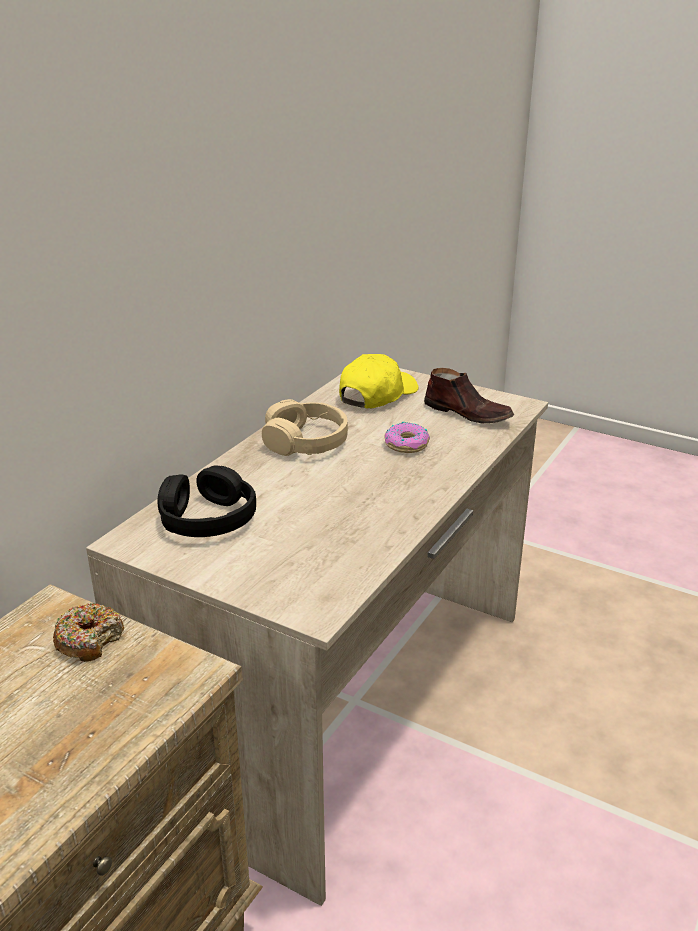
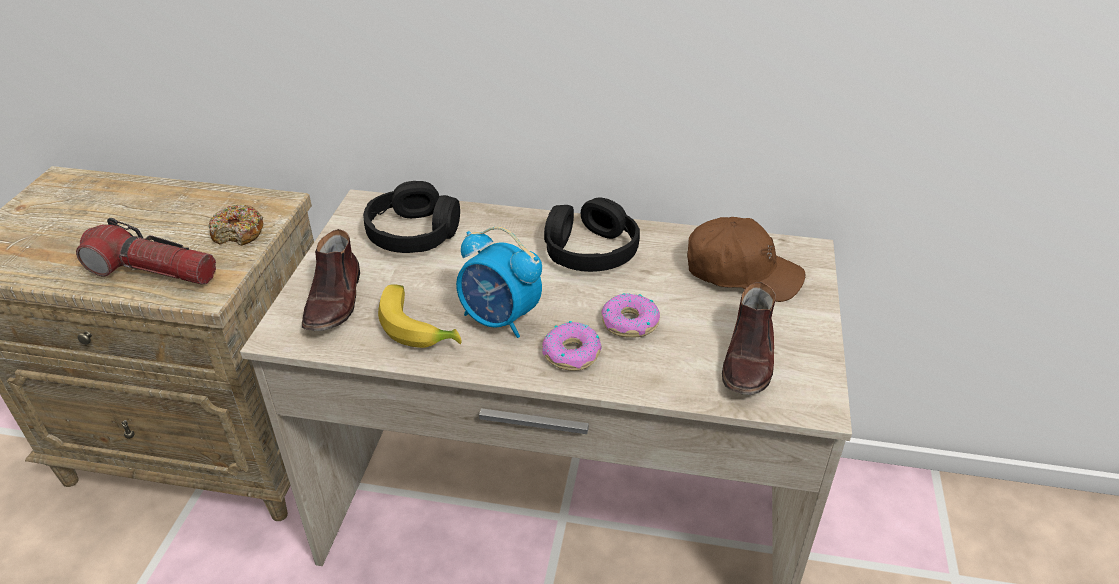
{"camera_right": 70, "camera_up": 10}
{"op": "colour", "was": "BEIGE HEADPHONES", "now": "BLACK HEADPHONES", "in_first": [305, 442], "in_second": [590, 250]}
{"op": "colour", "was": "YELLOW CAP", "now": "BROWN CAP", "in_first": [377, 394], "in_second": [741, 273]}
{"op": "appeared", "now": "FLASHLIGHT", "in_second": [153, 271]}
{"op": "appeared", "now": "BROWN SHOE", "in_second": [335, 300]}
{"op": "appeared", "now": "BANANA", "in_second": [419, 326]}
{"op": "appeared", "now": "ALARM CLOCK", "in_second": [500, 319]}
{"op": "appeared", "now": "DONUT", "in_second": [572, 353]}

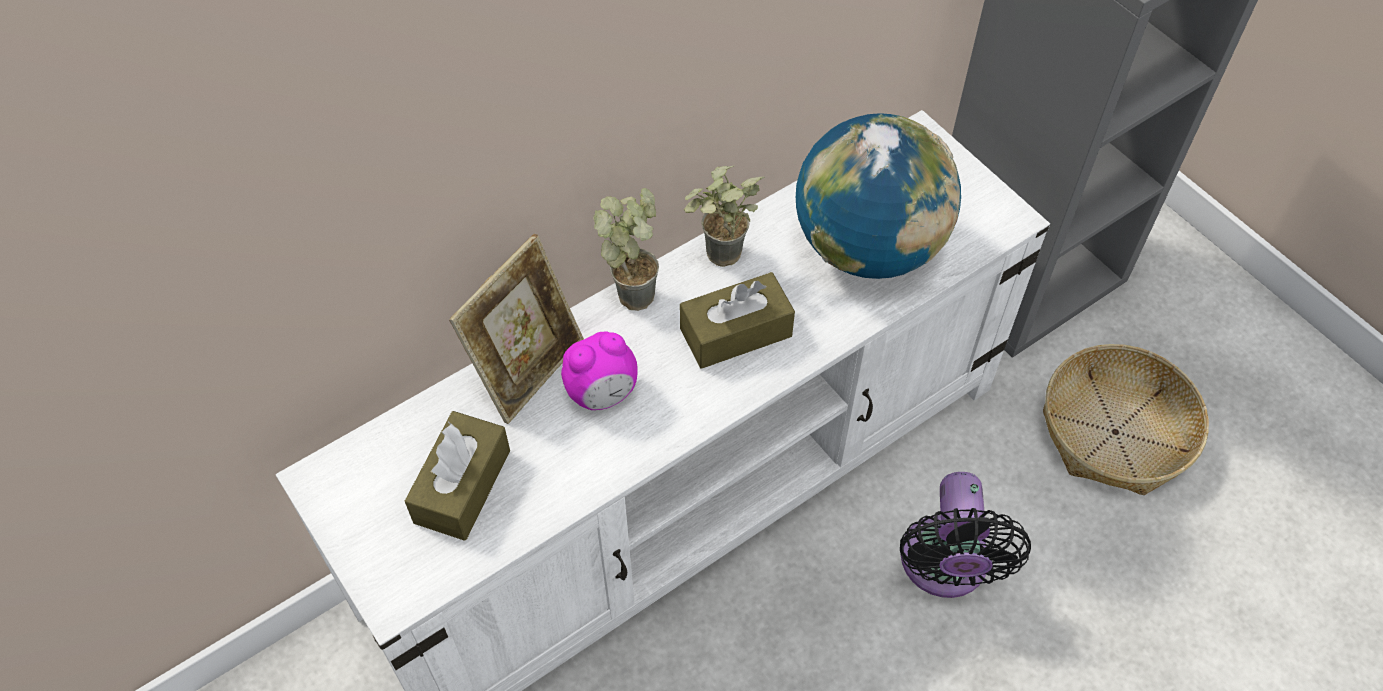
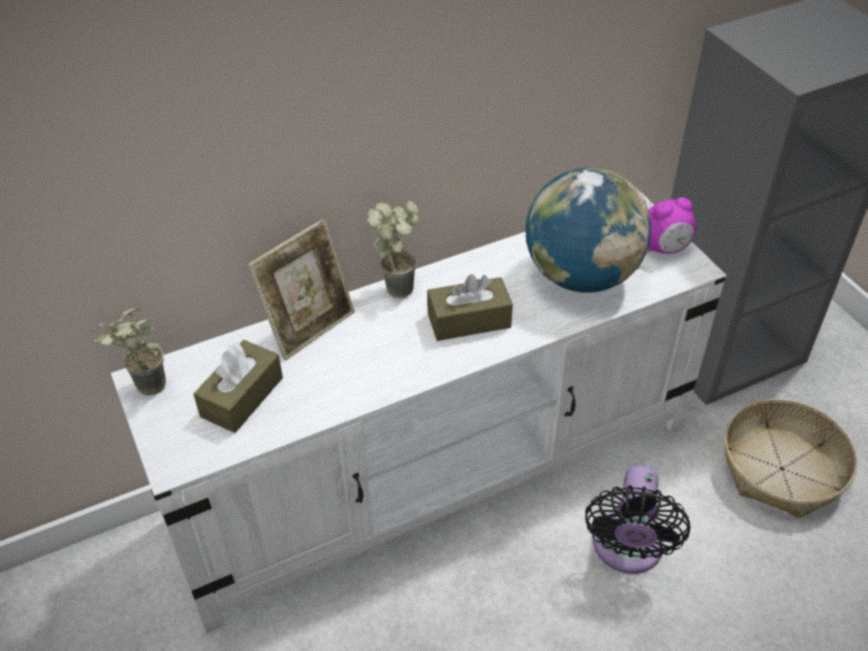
{"camera_right": 10, "camera_up": -10}
{"op": "relocated", "was": "ALARM CLOCK", "in_first": [602, 393], "in_second": [665, 248]}
{"op": "relocated", "was": "POTTED PLANT", "in_first": [718, 262], "in_second": [144, 391]}

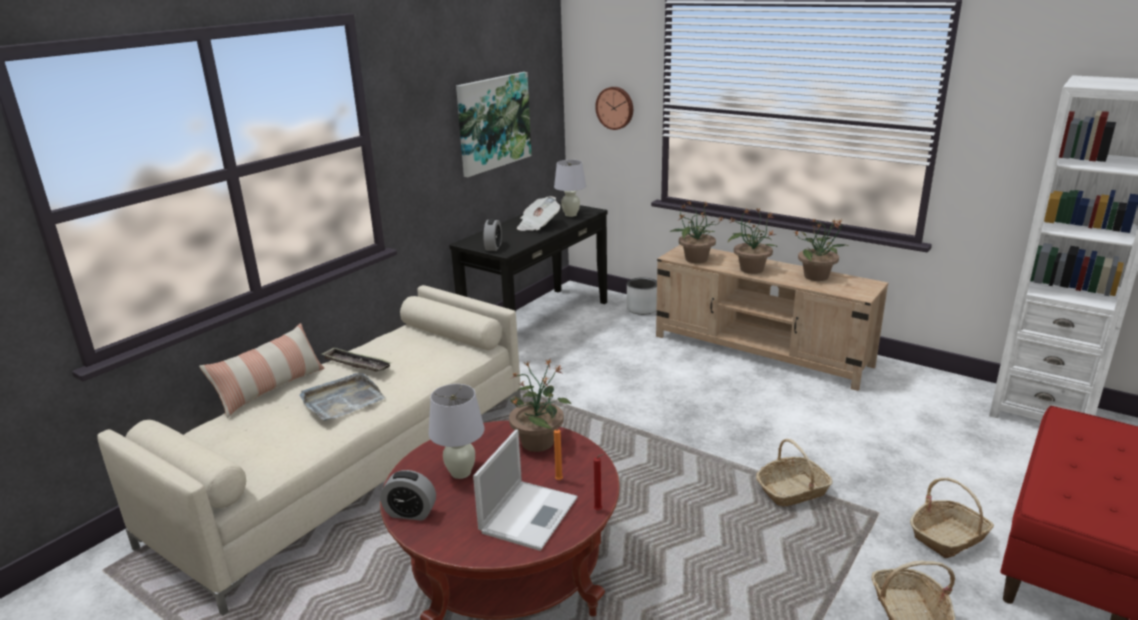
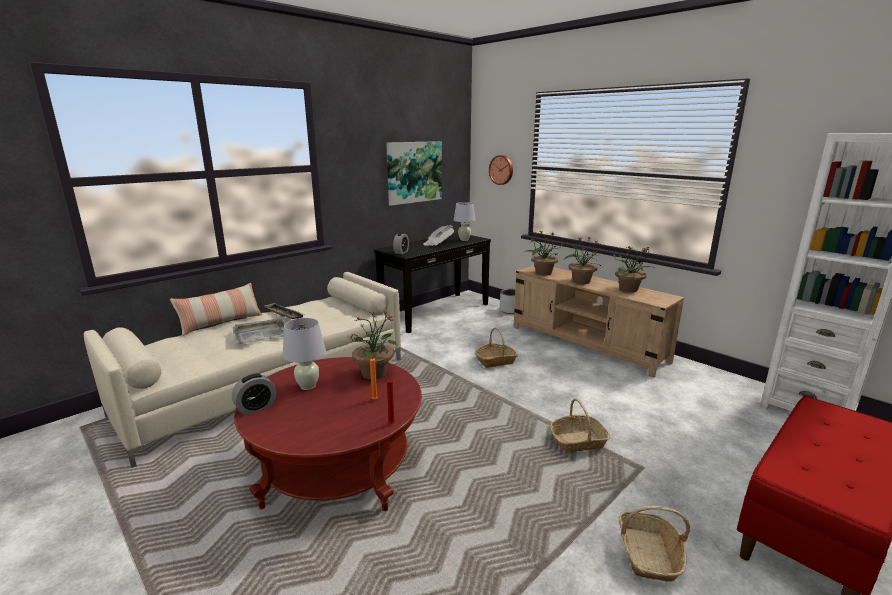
{"camera_right": 10, "camera_up": -5}
{"op": "spun", "was": "ALARM CLOCK", "in_first": [410, 513], "in_second": [256, 407], "clockwise": -60}
{"op": "missing", "was": "LAPTOP", "in_first": [529, 514]}
{"op": "relocated", "was": "BASKET", "in_first": [948, 537], "in_second": [496, 361]}

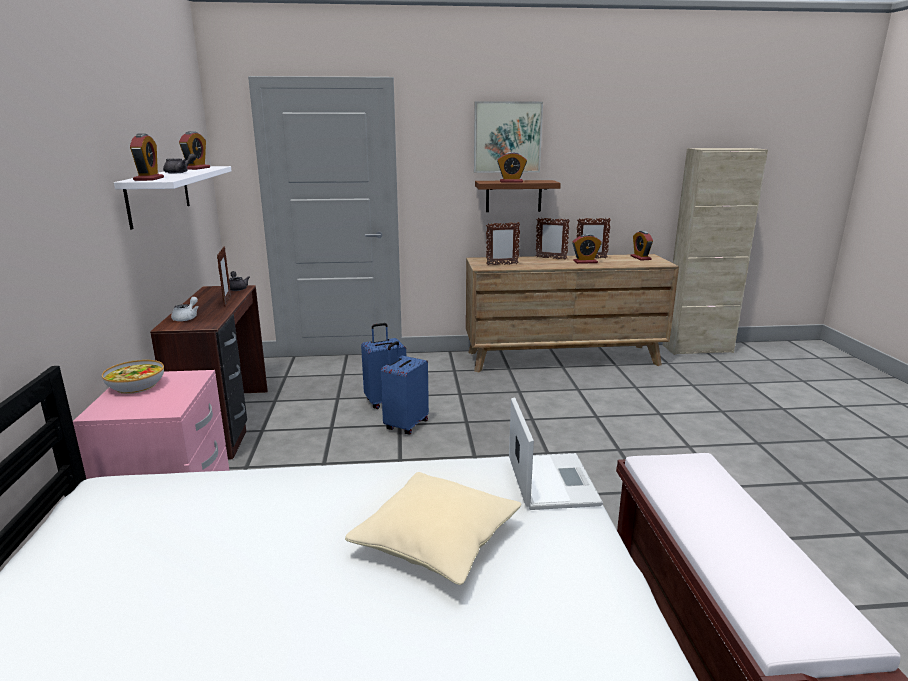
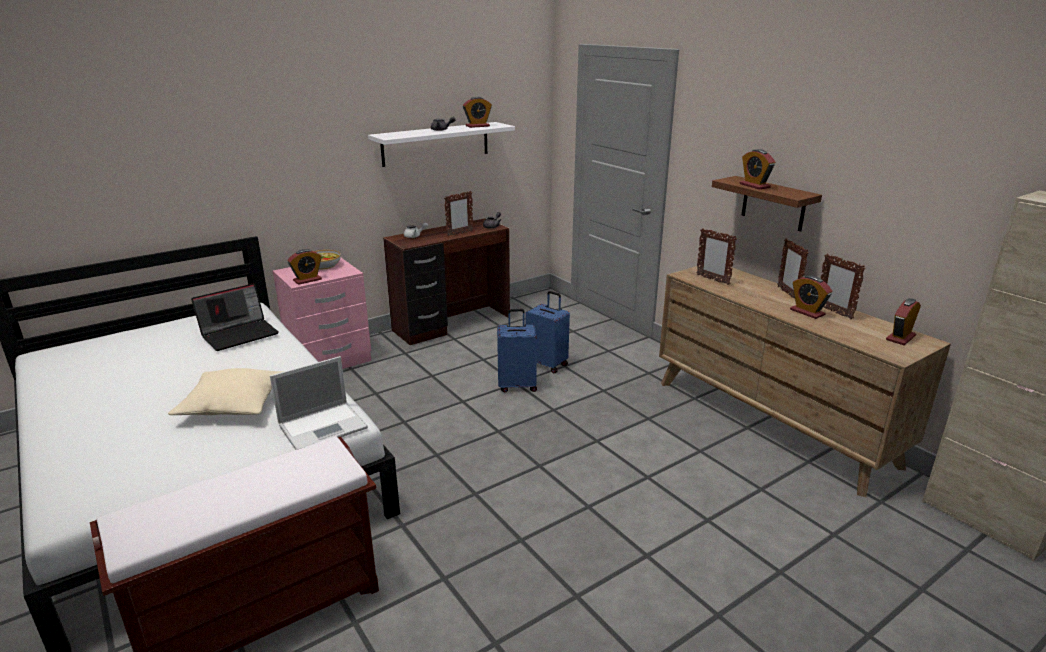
{"camera_right": 60, "camera_up": 5}
{"op": "relocated", "was": "ALARM CLOCK", "in_first": [149, 179], "in_second": [307, 280]}
{"op": "missing", "was": "PICTURE", "in_first": [507, 137]}
{"op": "appeared", "now": "LAPTOP", "in_second": [240, 334]}

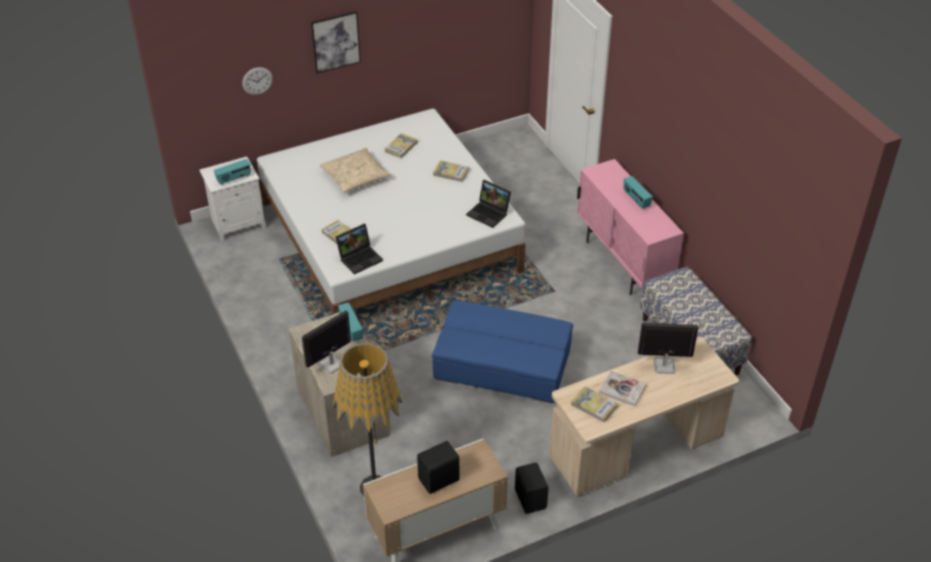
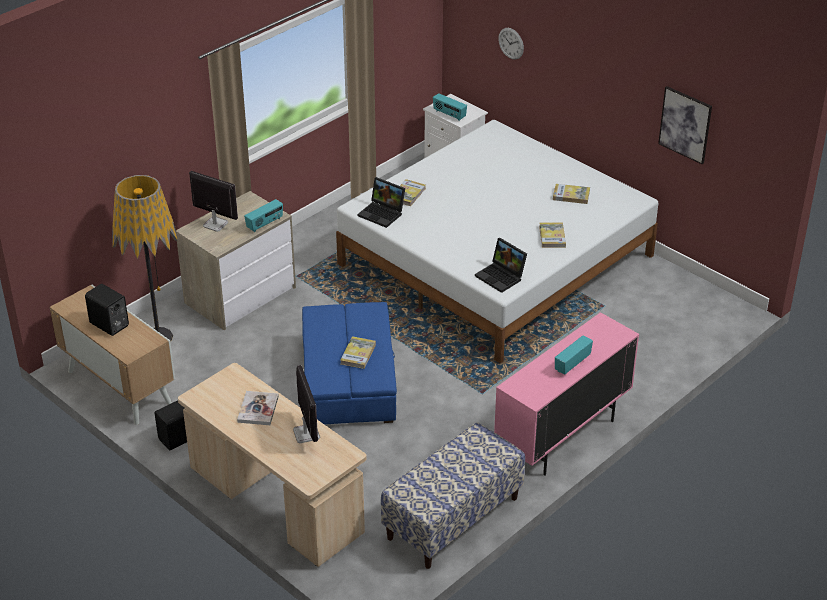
{"camera_right": 70, "camera_up": -5}
{"op": "relocated", "was": "PICTURE", "in_first": [335, 41], "in_second": [685, 124]}
{"op": "missing", "was": "BEIGE PILLOW", "in_first": [355, 176]}
{"op": "spun", "was": "LAPTOP", "in_first": [489, 213], "in_second": [501, 277], "clockwise": -60}
{"op": "relocated", "was": "BOOK", "in_first": [594, 406], "in_second": [358, 354]}

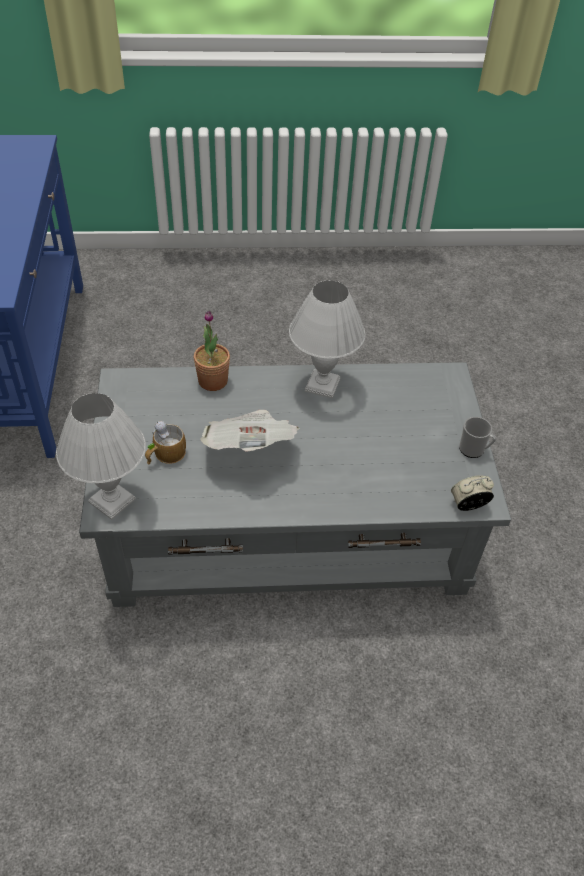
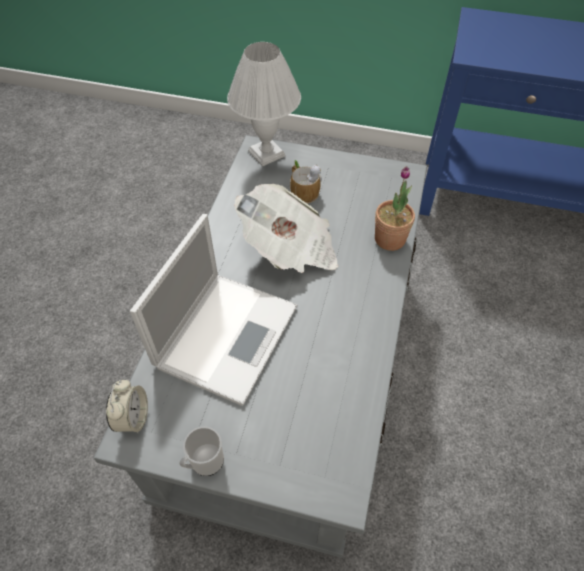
{"camera_right": 110, "camera_up": 5}
{"op": "missing", "was": "WHITE TABLE LAMP", "in_first": [323, 385]}
{"op": "appeared", "now": "LAPTOP", "in_second": [228, 333]}

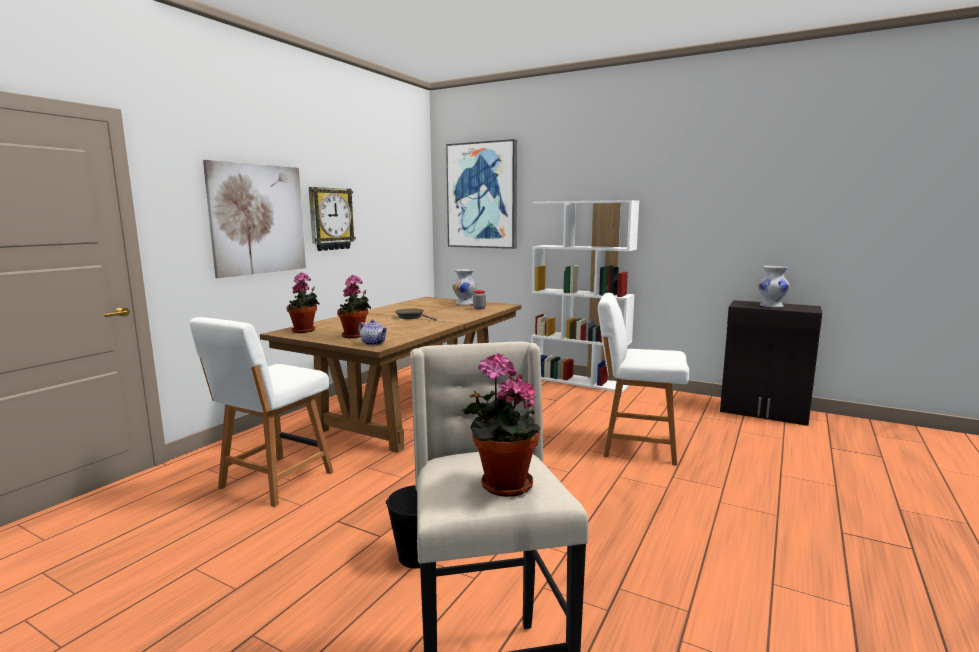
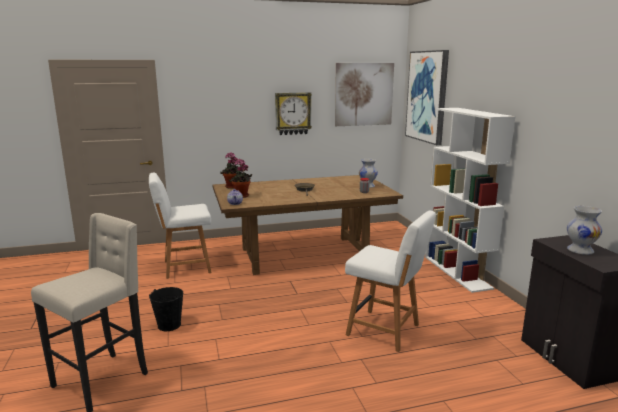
{"camera_right": 45, "camera_up": 5}
{"op": "relocated", "was": "PICTURE", "in_first": [258, 219], "in_second": [364, 94]}
{"op": "missing", "was": "POTTED PLANT", "in_first": [501, 485]}
{"op": "spun", "was": "WHITE CHAIR", "in_first": [636, 446], "in_second": [385, 331], "clockwise": 150}

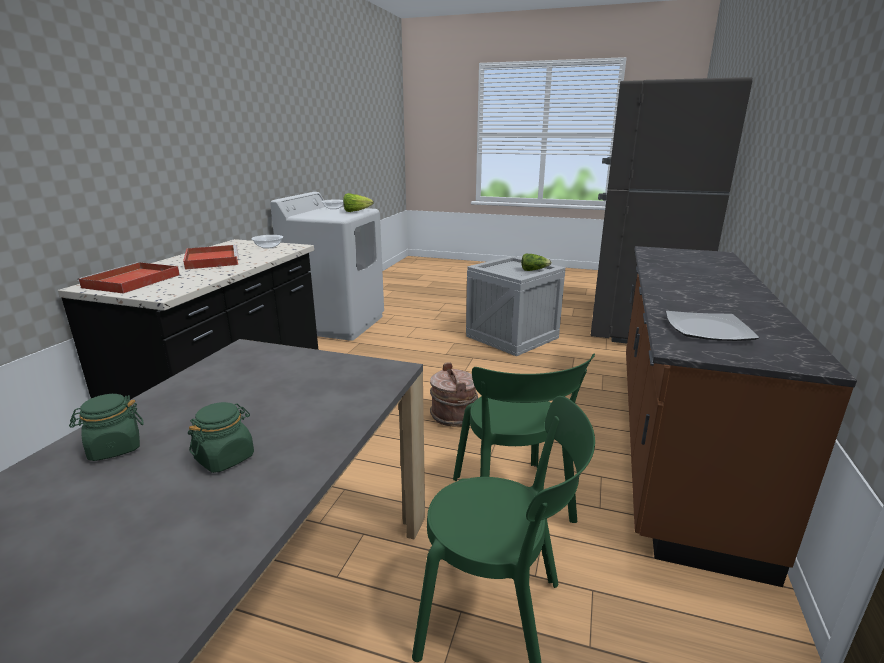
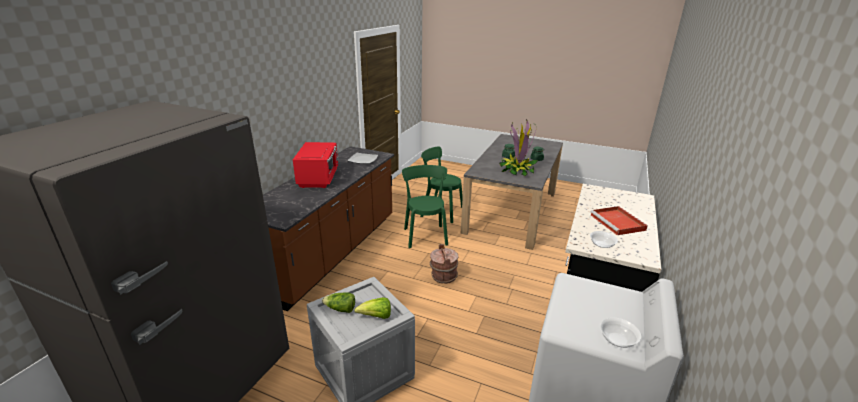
{"camera_right": -175, "camera_up": 5}
{"op": "missing", "was": "RED TRAY", "in_first": [131, 281]}
{"op": "relocated", "was": "LETTUCE", "in_first": [356, 211], "in_second": [376, 316]}
{"op": "appeared", "now": "RED MICROWAVE", "in_second": [319, 178]}
{"op": "appeared", "now": "POTTED PLANT", "in_second": [517, 170]}

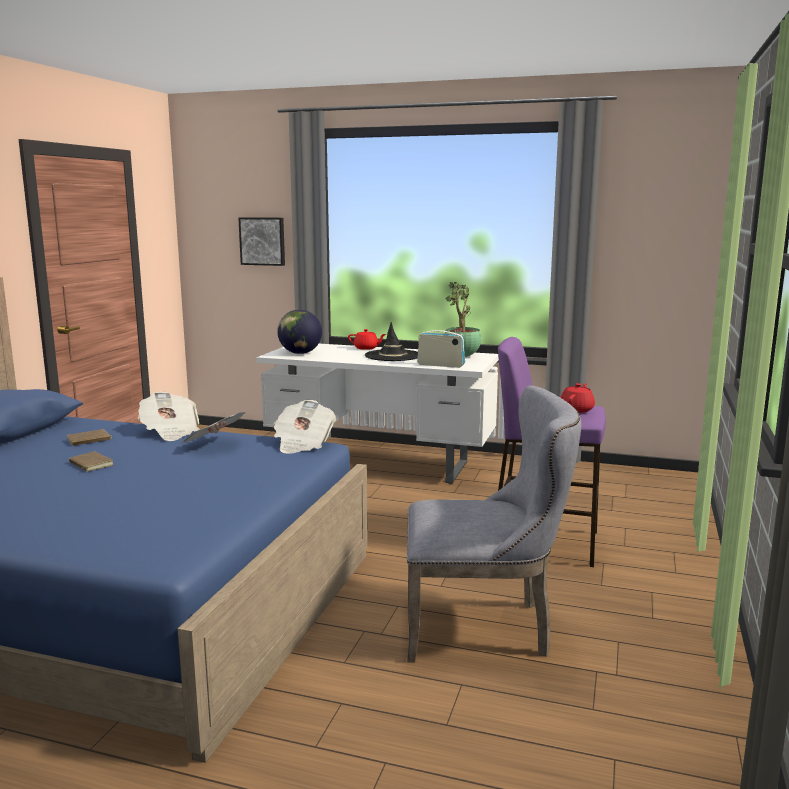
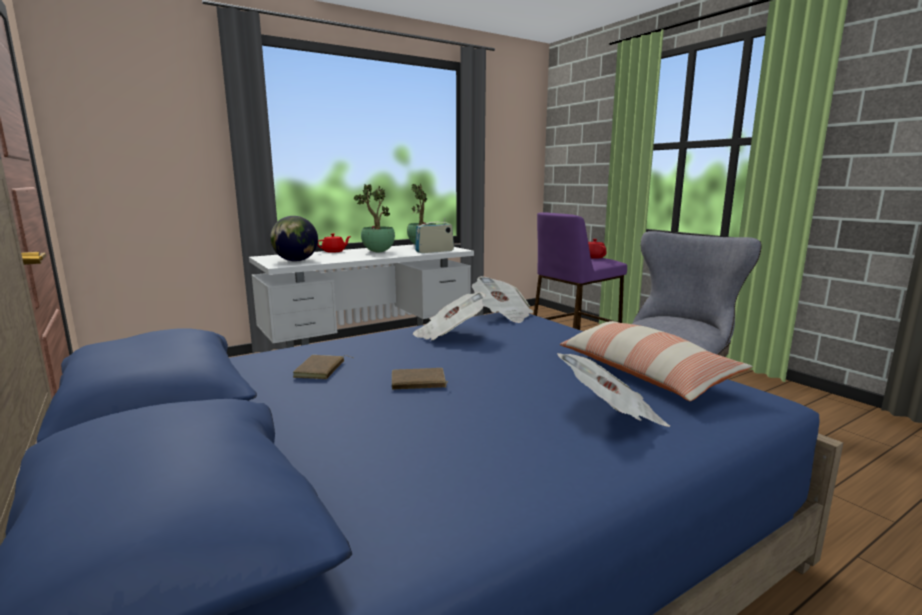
{"camera_right": -50, "camera_up": 0}
{"op": "relocated", "was": "NEWSPAPER", "in_first": [170, 432], "in_second": [611, 415]}
{"op": "missing", "was": "PICTURE", "in_first": [263, 241]}
{"op": "exchanged", "was": "BLACK HAT", "now": "POTTED PLANT", "in_first": [393, 356], "in_second": [377, 252]}
{"op": "appeared", "now": "PILLOW", "in_second": [643, 374]}

